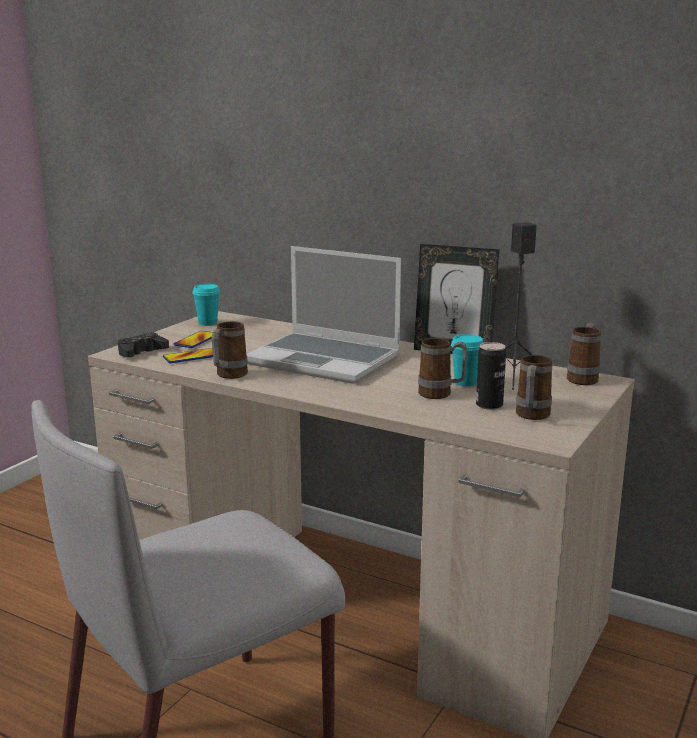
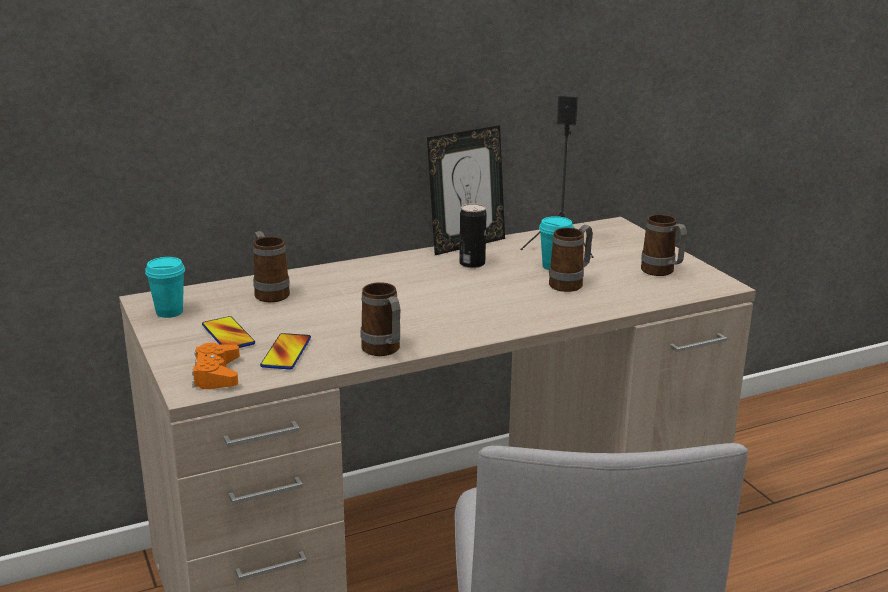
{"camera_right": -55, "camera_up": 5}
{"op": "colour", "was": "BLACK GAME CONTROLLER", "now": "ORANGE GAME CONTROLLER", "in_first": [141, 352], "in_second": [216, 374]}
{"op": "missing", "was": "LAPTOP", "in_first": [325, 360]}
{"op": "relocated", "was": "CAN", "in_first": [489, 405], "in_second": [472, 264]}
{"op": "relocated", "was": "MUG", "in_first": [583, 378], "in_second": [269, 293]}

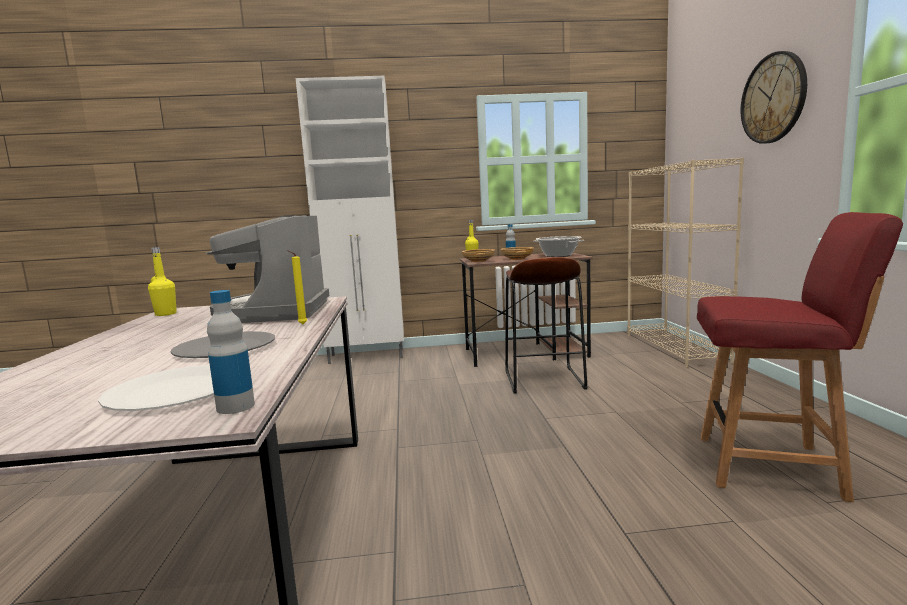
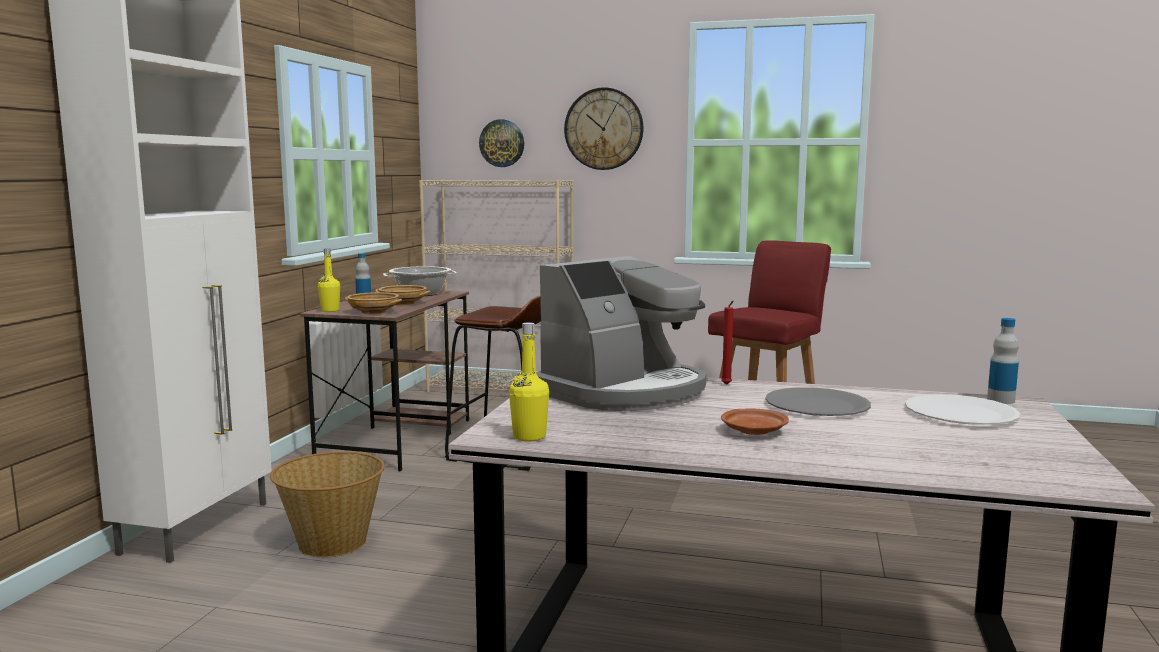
{"camera_right": -70, "camera_up": 0}
{"op": "spun", "was": "COFFEE MACHINE", "in_first": [274, 312], "in_second": [625, 392], "clockwise": -60}
{"op": "colour", "was": "YELLOW CANDLE", "now": "RED CANDLE", "in_first": [301, 324], "in_second": [727, 385]}
{"op": "appeared", "now": "BASKET", "in_second": [332, 542]}
{"op": "appeared", "now": "WALL CLOCK", "in_second": [502, 143]}
{"op": "appeared", "now": "BROWN PLATE", "in_second": [754, 431]}

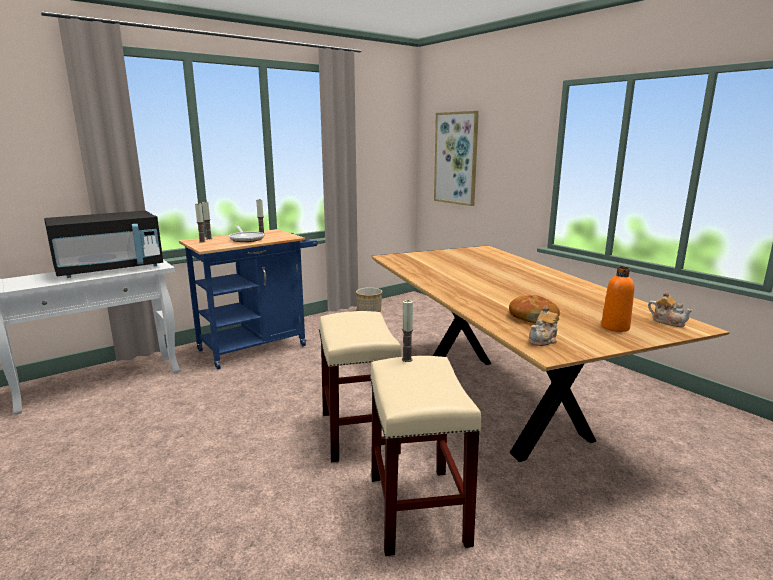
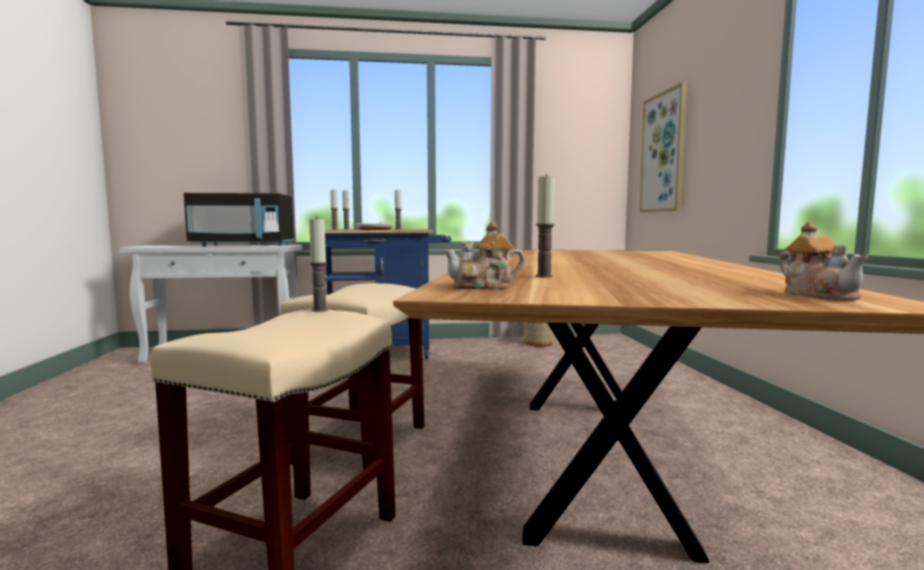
{"camera_right": 30, "camera_up": -10}
{"op": "exchanged", "was": "BREAD", "now": "CANDLE", "in_first": [532, 317], "in_second": [544, 276]}
{"op": "missing", "was": "ORANGE BOTTLE", "in_first": [615, 327]}

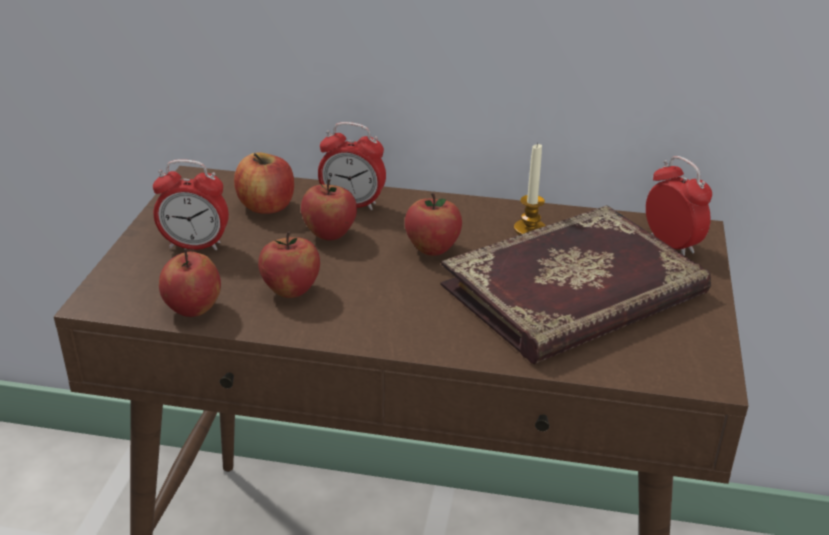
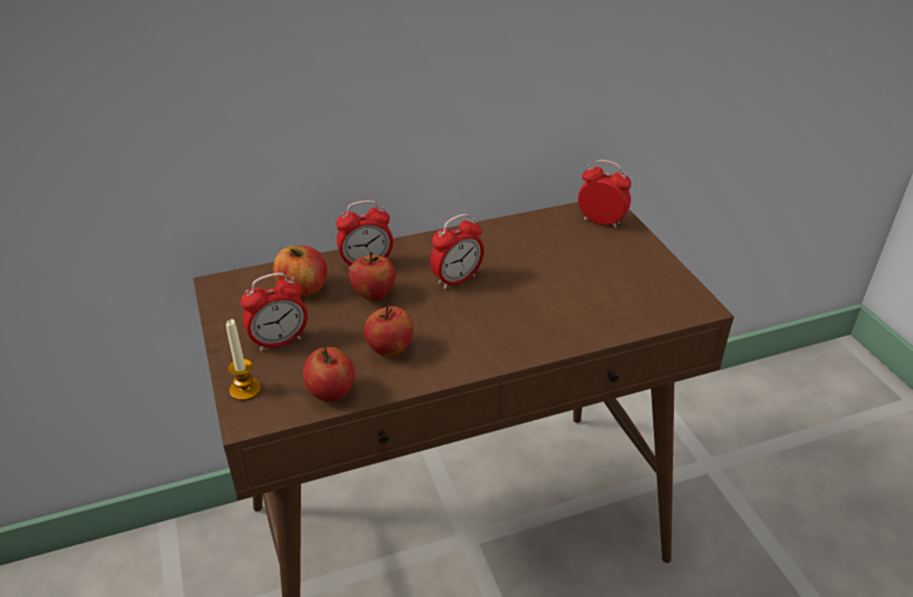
{"camera_right": -30, "camera_up": 5}
{"op": "exchanged", "was": "APPLE", "now": "ALARM CLOCK", "in_first": [432, 249], "in_second": [457, 280]}
{"op": "missing", "was": "BOOK", "in_first": [576, 292]}
{"op": "relocated", "was": "CANDLE", "in_first": [530, 229], "in_second": [245, 390]}

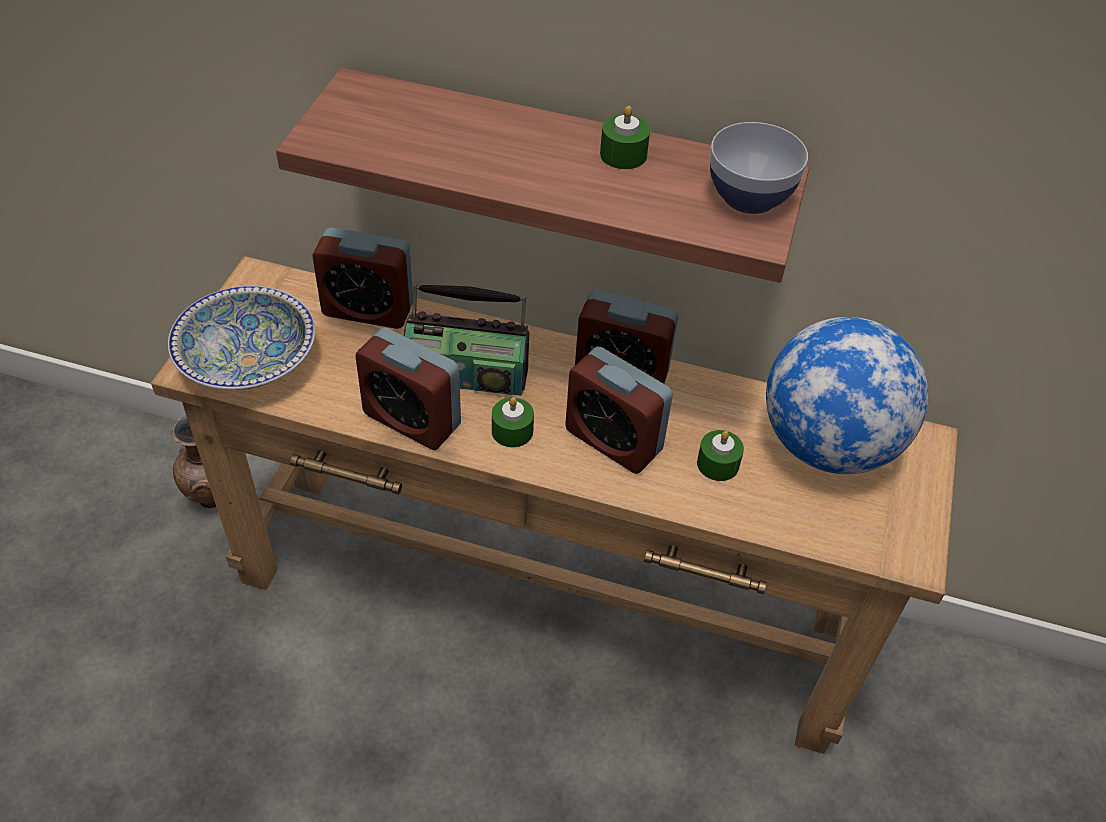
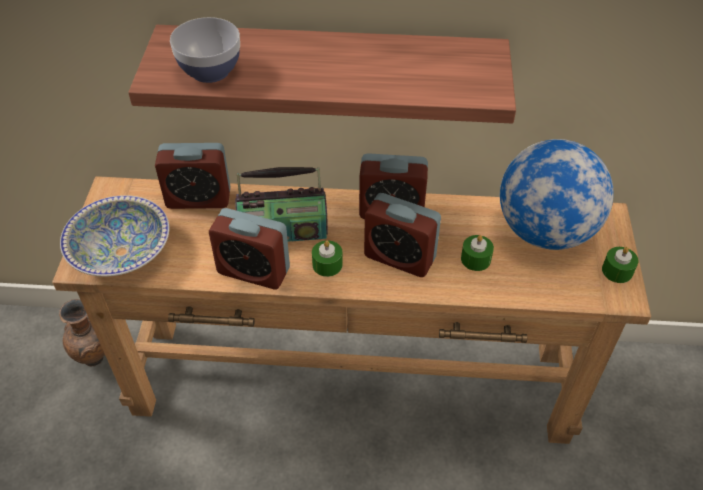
{"camera_right": -10, "camera_up": 0}
{"op": "relocated", "was": "GREEN CANDLE", "in_first": [623, 154], "in_second": [617, 271]}
{"op": "relocated", "was": "BOWL", "in_first": [749, 197], "in_second": [210, 71]}

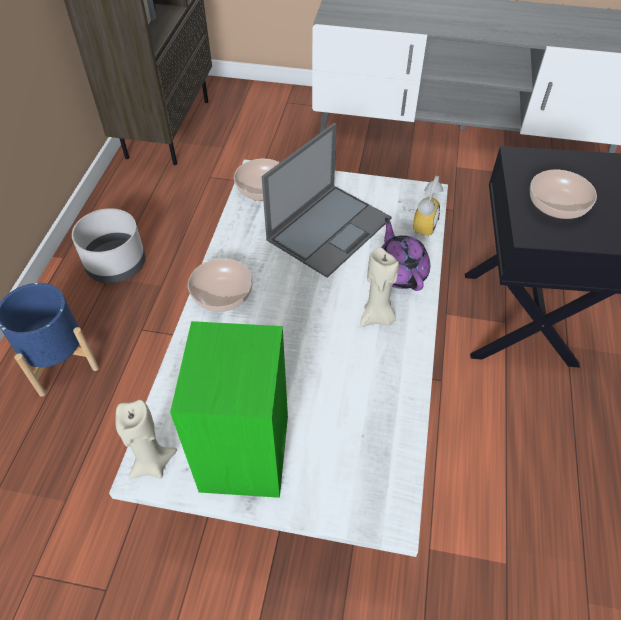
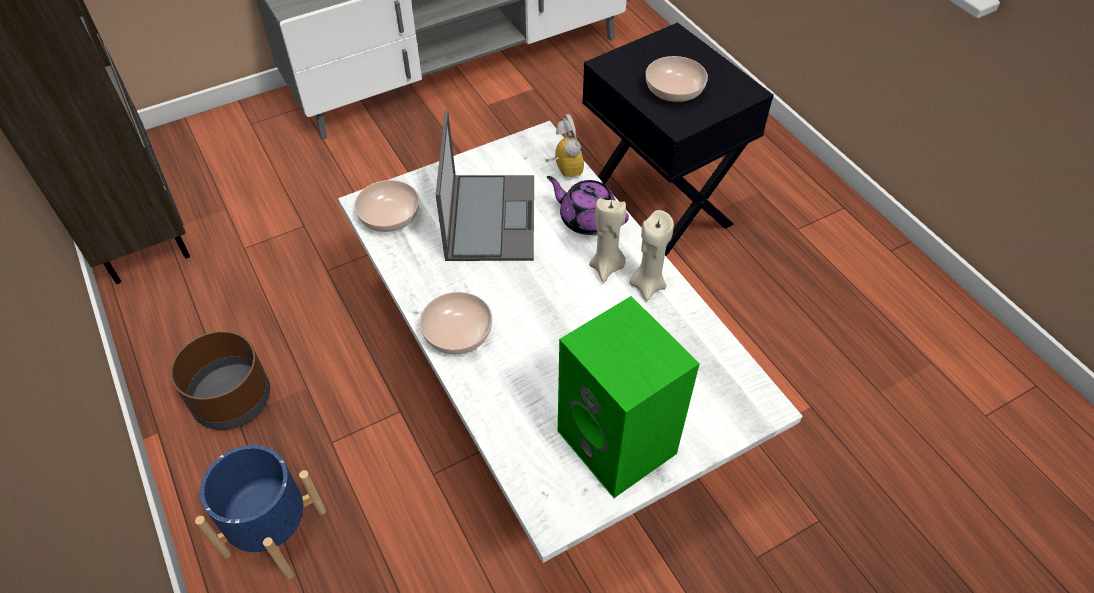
{"camera_right": -40, "camera_up": 0}
{"op": "colour", "was": "GREY PLANTER", "now": "BROWN PLANTER", "in_first": [116, 264], "in_second": [231, 399]}
{"op": "relocated", "was": "BEIGE CANDLE", "in_first": [152, 463], "in_second": [647, 285]}

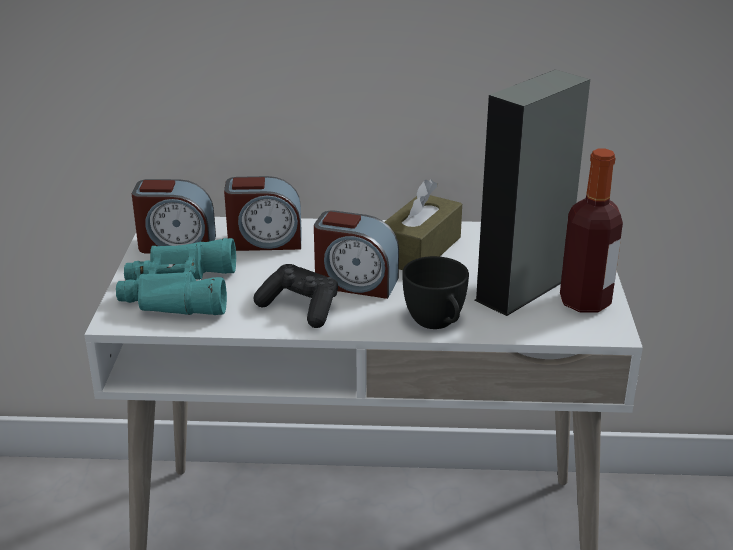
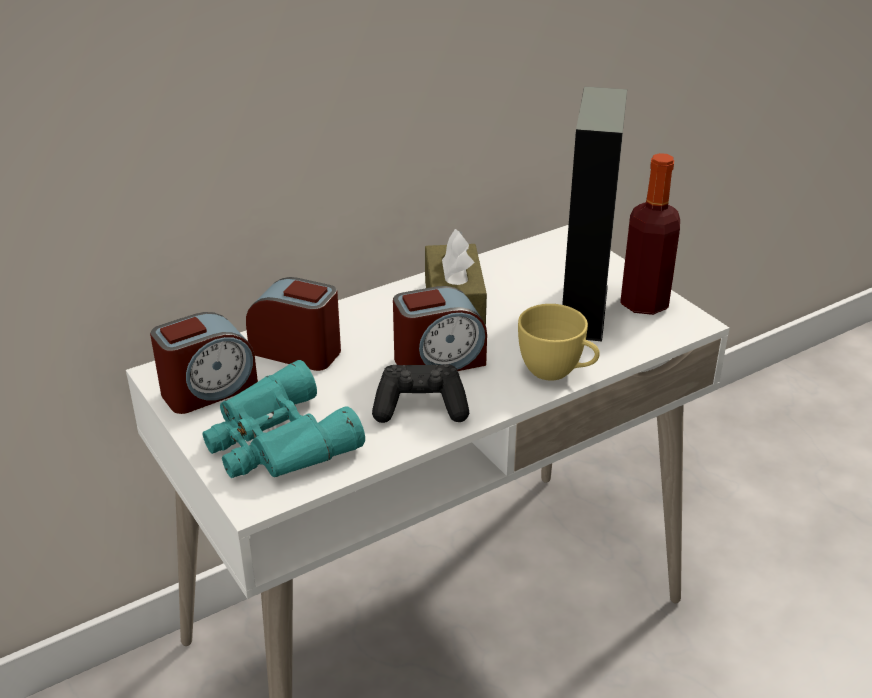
{"camera_right": -35, "camera_up": 5}
{"op": "spun", "was": "ALARM CLOCK", "in_first": [265, 241], "in_second": [297, 351], "clockwise": -120}
{"op": "colour", "was": "BLACK CUP", "now": "YELLOW CUP", "in_first": [437, 324], "in_second": [557, 372]}

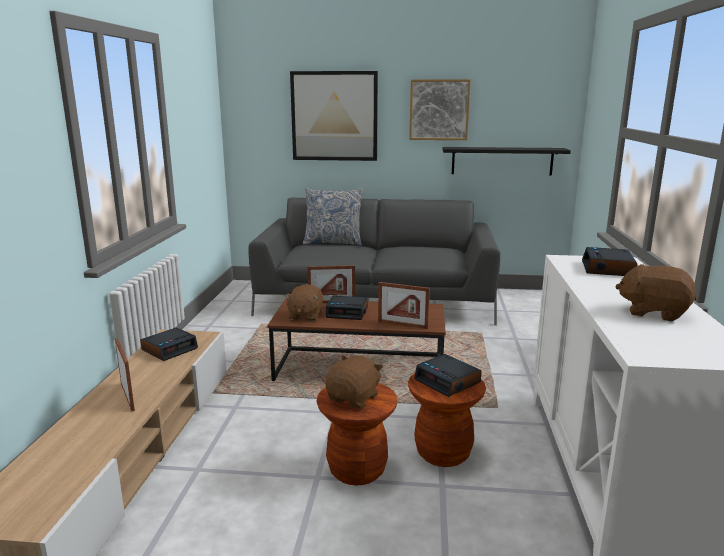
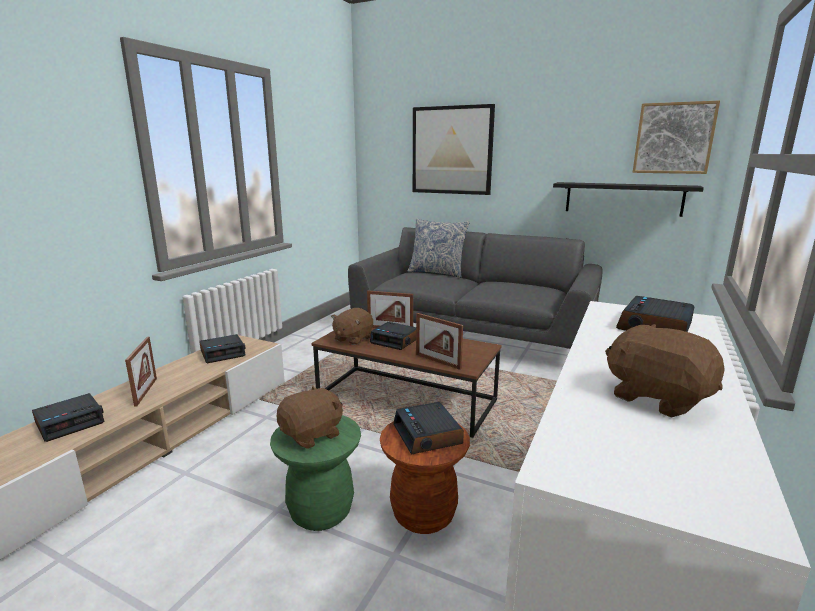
{"camera_right": 20, "camera_up": 0}
{"op": "colour", "was": "BROWN STOOL", "now": "GREEN STOOL", "in_first": [357, 470], "in_second": [321, 511]}
{"op": "relocated", "was": "PICTURE", "in_first": [439, 110], "in_second": [673, 138]}
{"op": "appeared", "now": "ALARM CLOCK", "in_second": [70, 422]}

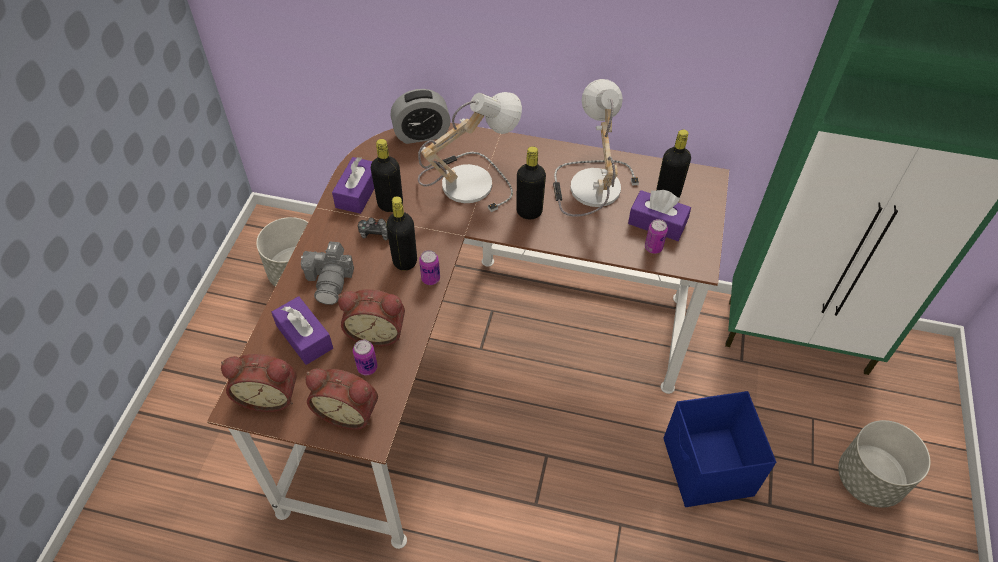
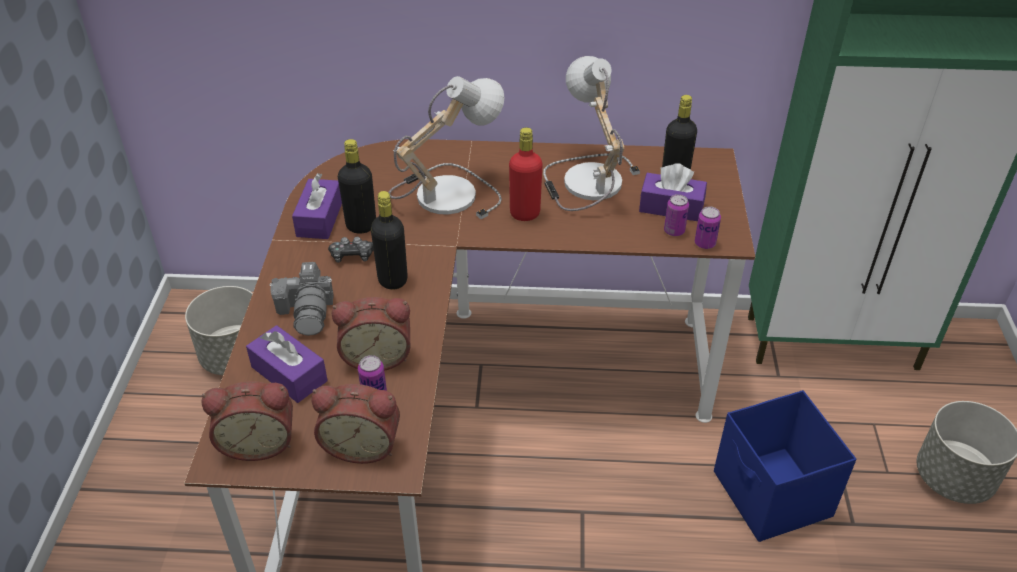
{"camera_right": -10, "camera_up": -10}
{"op": "missing", "was": "ALARM CLOCK", "in_first": [422, 134]}
{"op": "relocated", "was": "CAN", "in_first": [430, 279], "in_second": [705, 243]}
{"op": "colour", "was": "BLACK BOTTLE", "now": "RED BOTTLE", "in_first": [529, 212], "in_second": [525, 213]}

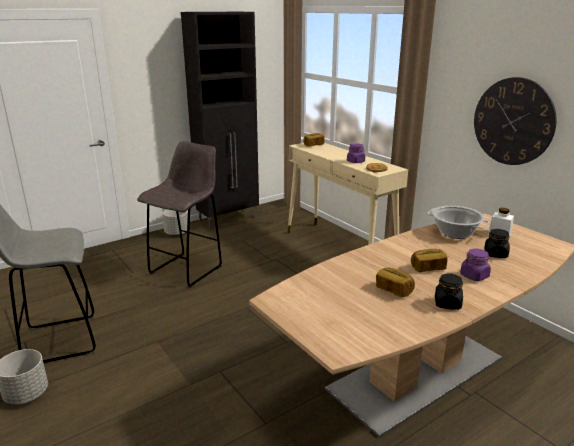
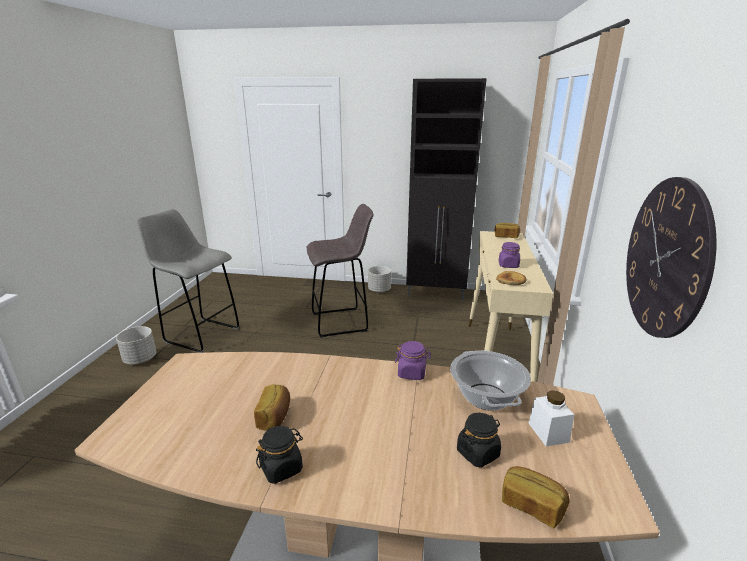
{"camera_right": 45, "camera_up": 0}
{"op": "relocated", "was": "BREAD", "in_first": [428, 268], "in_second": [531, 505]}
{"op": "relocated", "was": "PURPLE JAR", "in_first": [474, 276], "in_second": [412, 373]}

